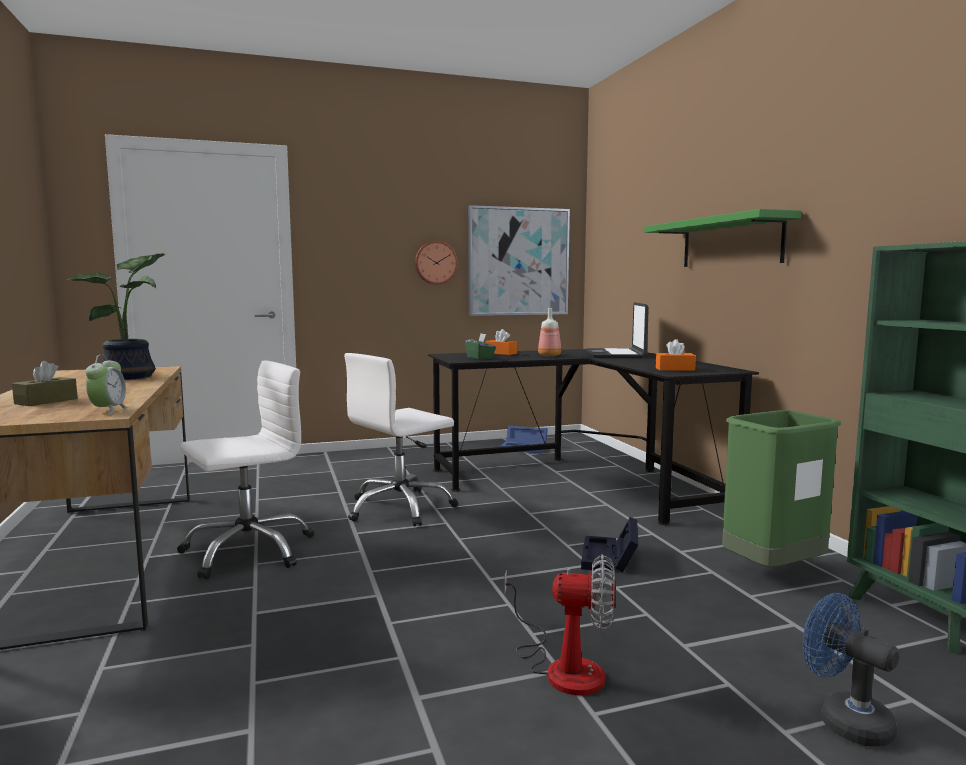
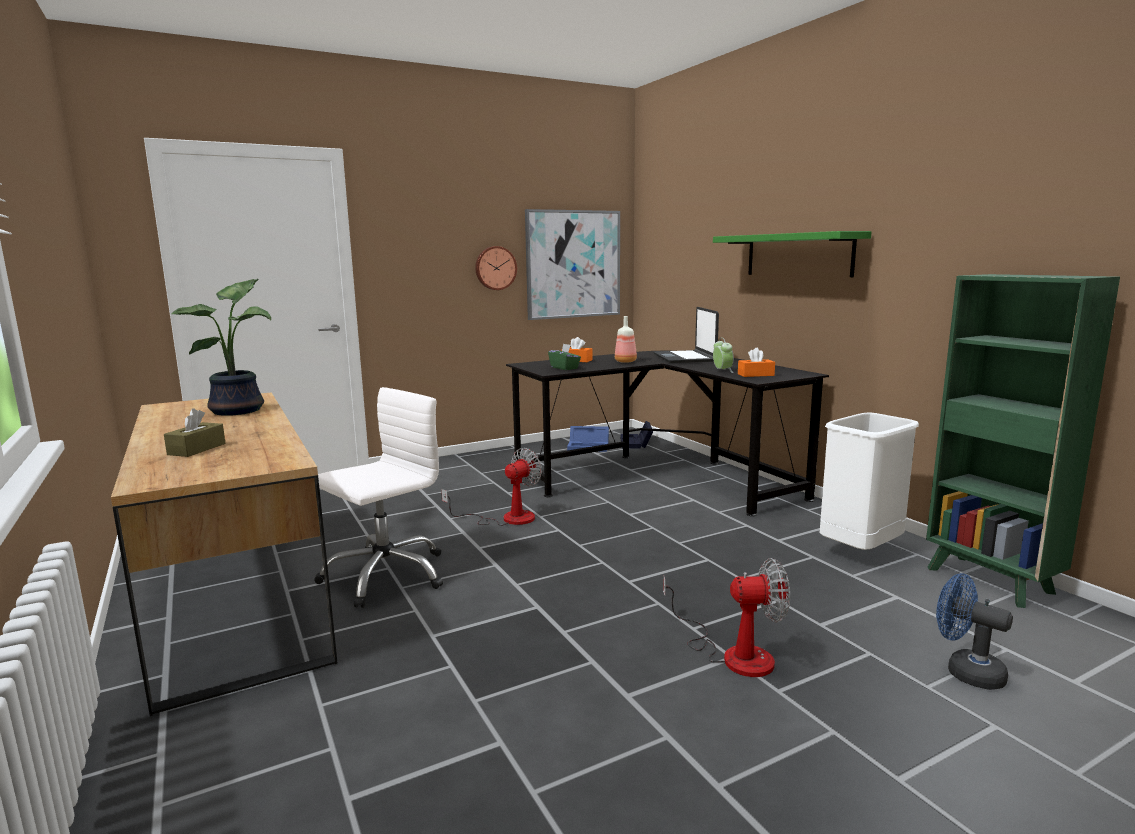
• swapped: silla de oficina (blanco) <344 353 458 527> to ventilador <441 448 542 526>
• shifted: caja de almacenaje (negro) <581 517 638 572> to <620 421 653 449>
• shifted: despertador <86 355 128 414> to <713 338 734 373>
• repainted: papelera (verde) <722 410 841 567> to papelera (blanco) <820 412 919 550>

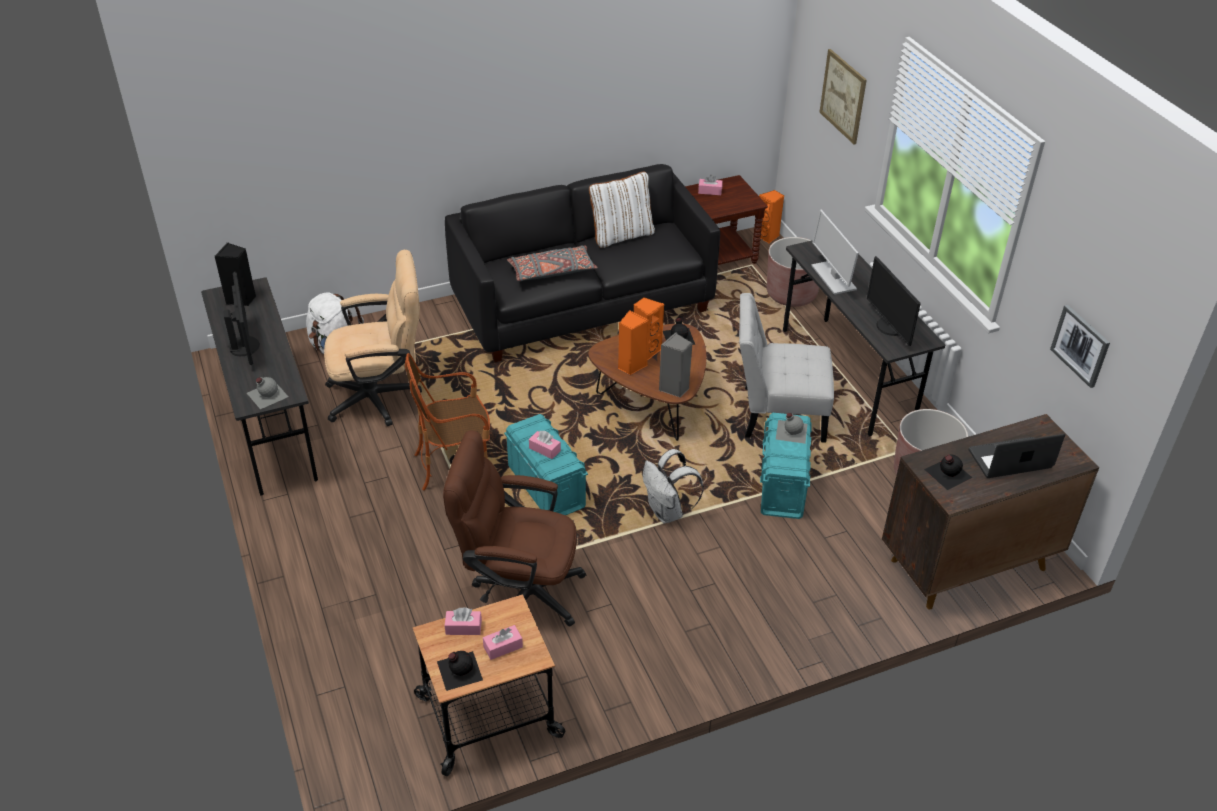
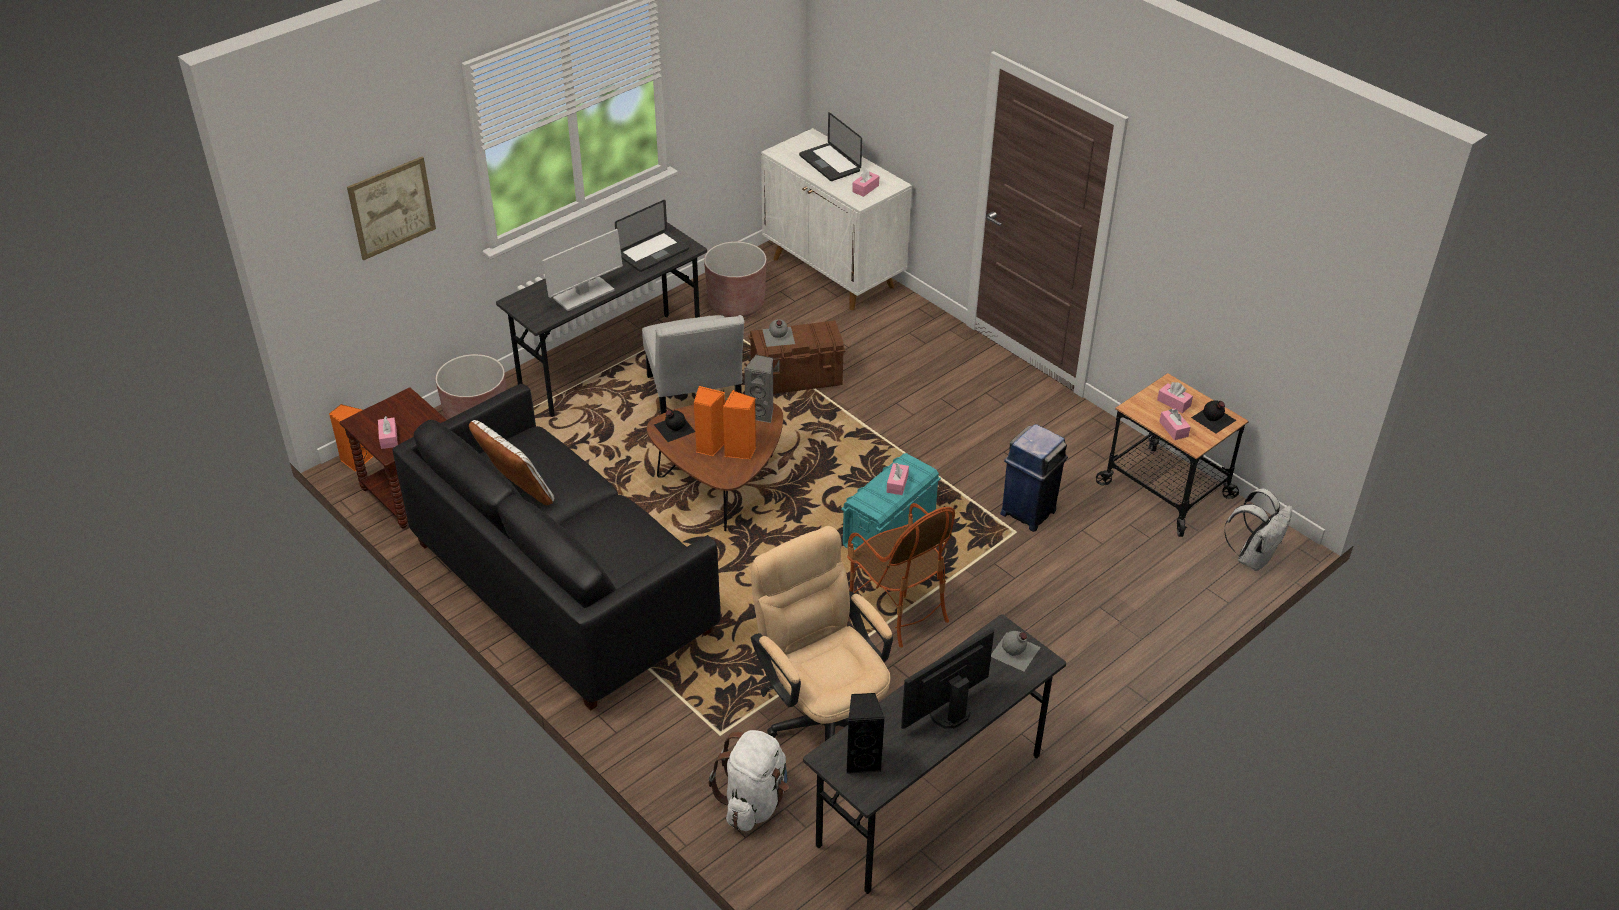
• swapped: monitor <867 256 921 346> to portátil <615 200 689 272>
• repainted: caja de almacenaje (turquesa) <760 413 812 519> to caja de almacenaje (marrón) <748 321 845 394>
• repainted: armario (marrón) <882 414 1099 609> to armario (blanco) <761 128 912 310>
• swapped: botella (negro) <924 454 972 490> to caja de pañuelos (rosa) <852 169 879 197>
• swapped: silla de oficina (marrón) <443 430 586 626> to papelera (azul) <1000 424 1068 532>
• shifted: mochila (blanco) <643 449 704 523> to <1224 489 1293 571>
• gone: cojín (gris) <507 245 598 282>
• gone: cuadro <1050 305 1110 388>

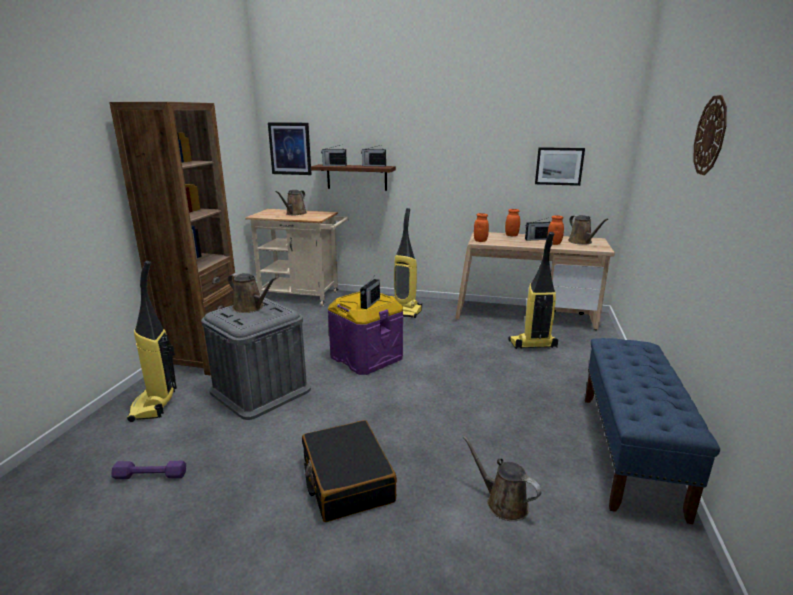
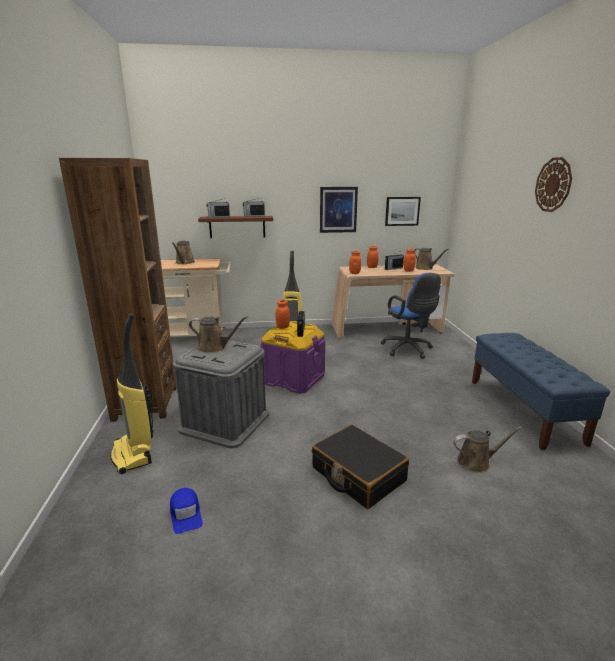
• swapped: mancuerna (morado) <111 461 186 479> to gorra (azul) <170 488 203 534>
• new: tarro (naranja) <275 300 290 329>
• shifted: cuadro <268 122 312 175> to <320 187 358 233>
• swapped: aspiradora <508 232 558 349> to silla de oficina (azul) <380 273 441 359>
• rotated: regadera (marrón) <463 436 541 521> = <453 426 522 473> 150 degrees clockwise

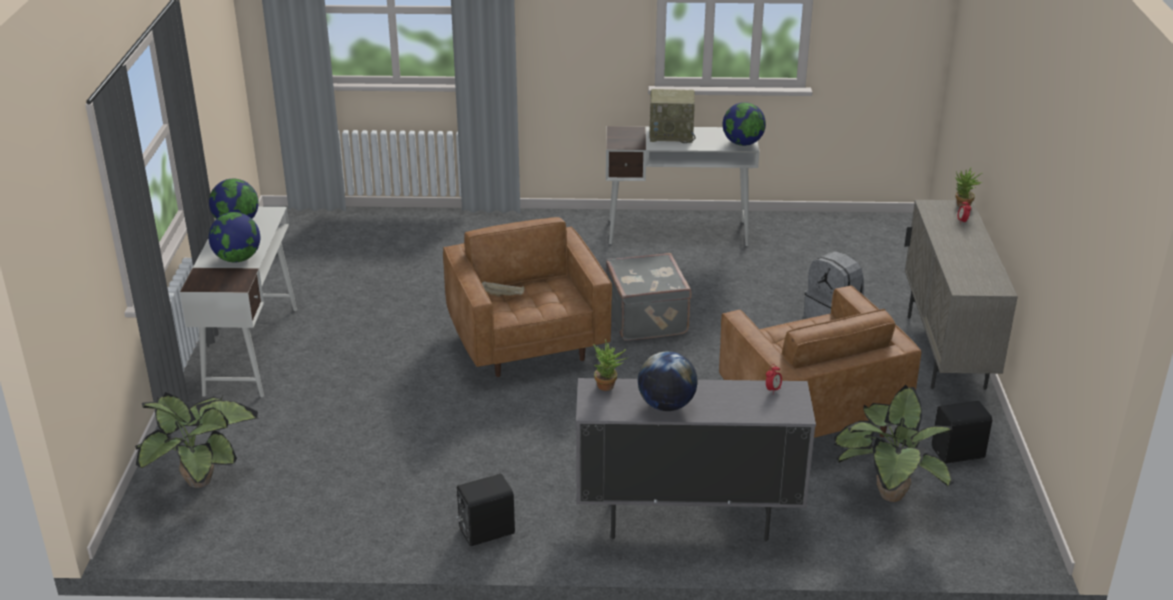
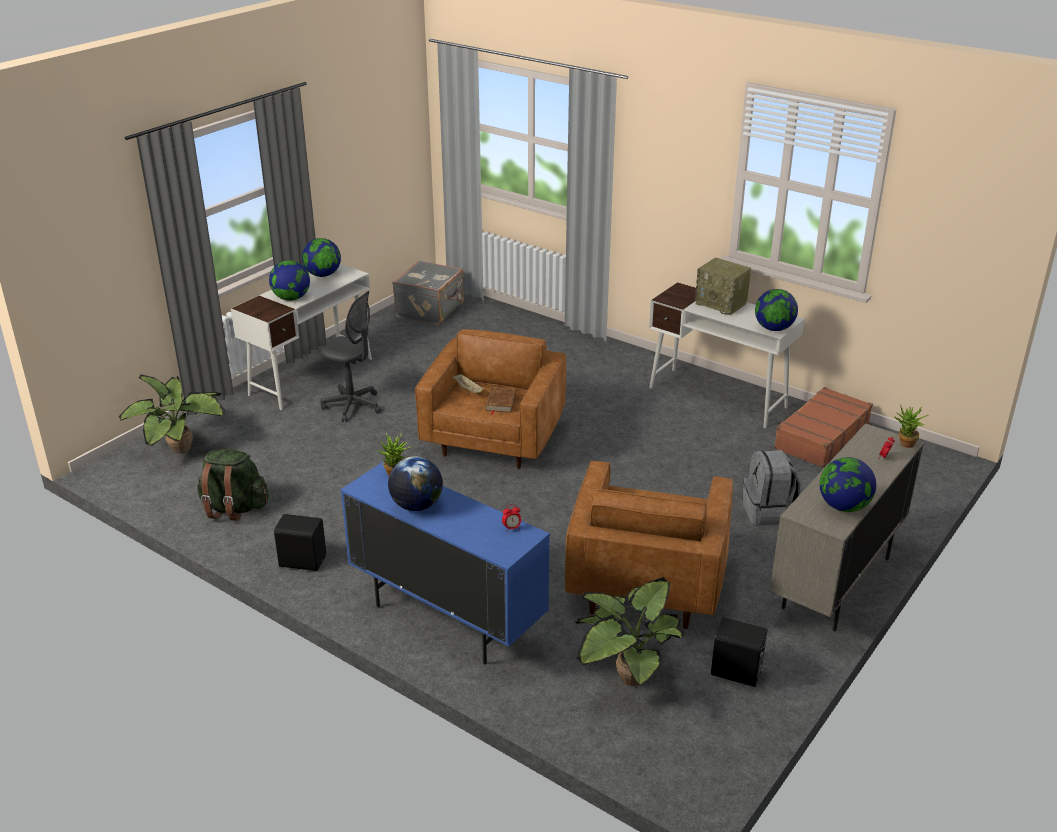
• new: mochila (verde) <197 449 269 521>
• new: silla de oficina (gris) <320 291 381 422>
• repainted: armario (gris) <576 378 816 541> to armario (azul) <341 460 550 664>
• shifted: maleta (gris) <606 253 691 341> to <392 260 464 325>
• new: libro (marrón) <486 387 516 415>
• new: maleta (marrón) <774 387 873 468>
• new: globo terráqueo <820 457 876 512>

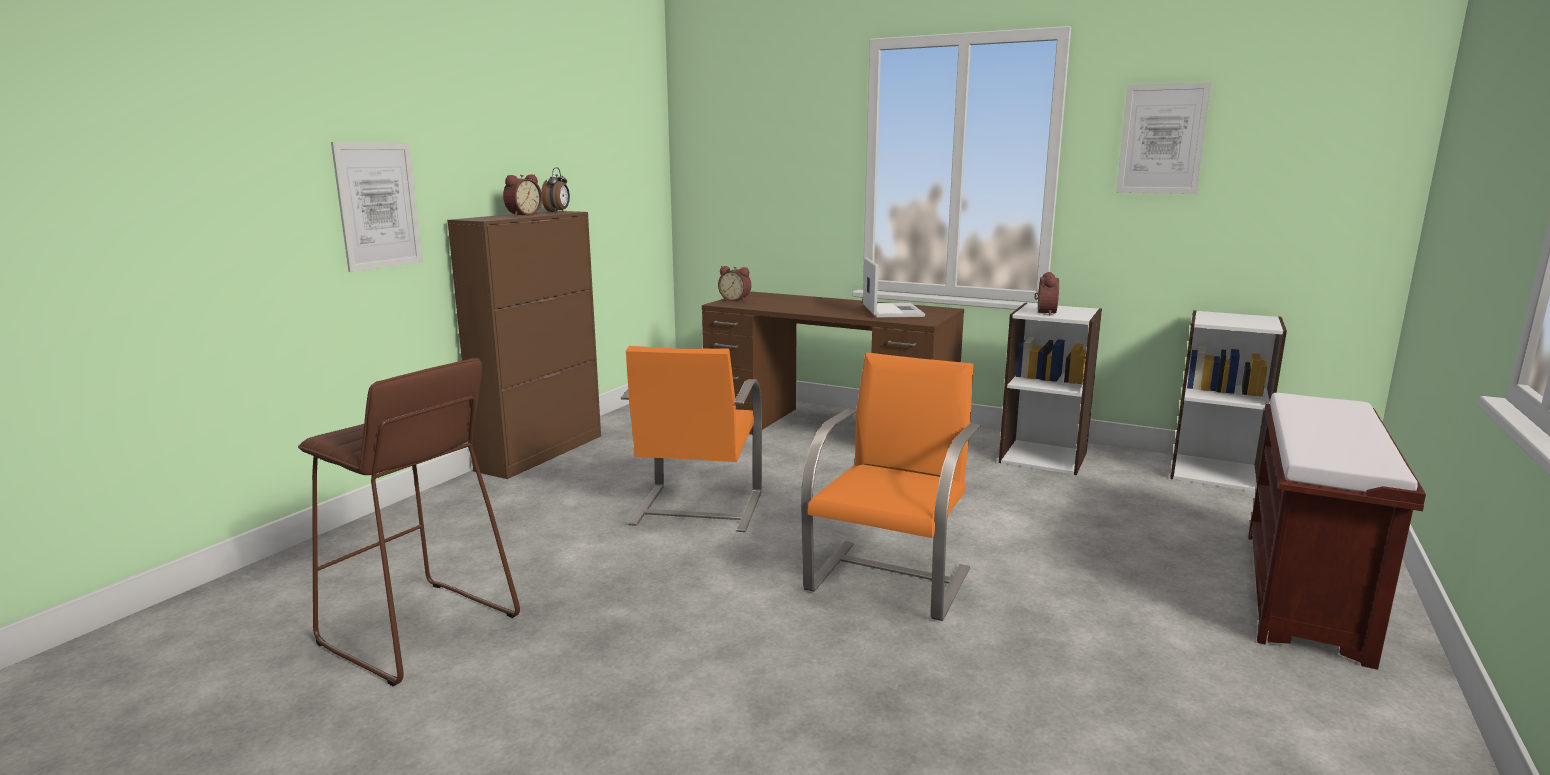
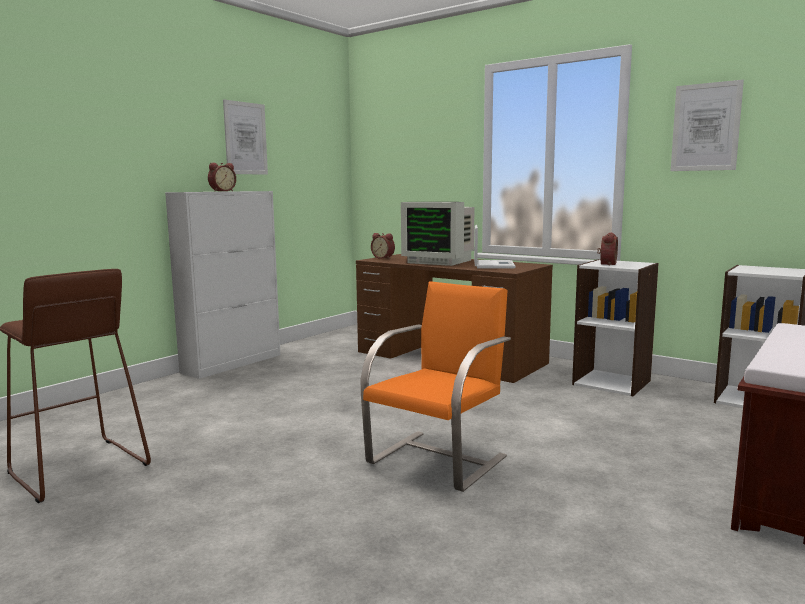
• repainted: armario (marrón) <447 211 601 479> to armario (blanco) <165 191 280 379>
• shifted: cuadro <331 142 423 272> to <223 100 268 175>
• new: monitor <401 202 474 266>
• gone: despertador <541 168 570 212>
• gone: silla (naranja) <621 346 762 532>

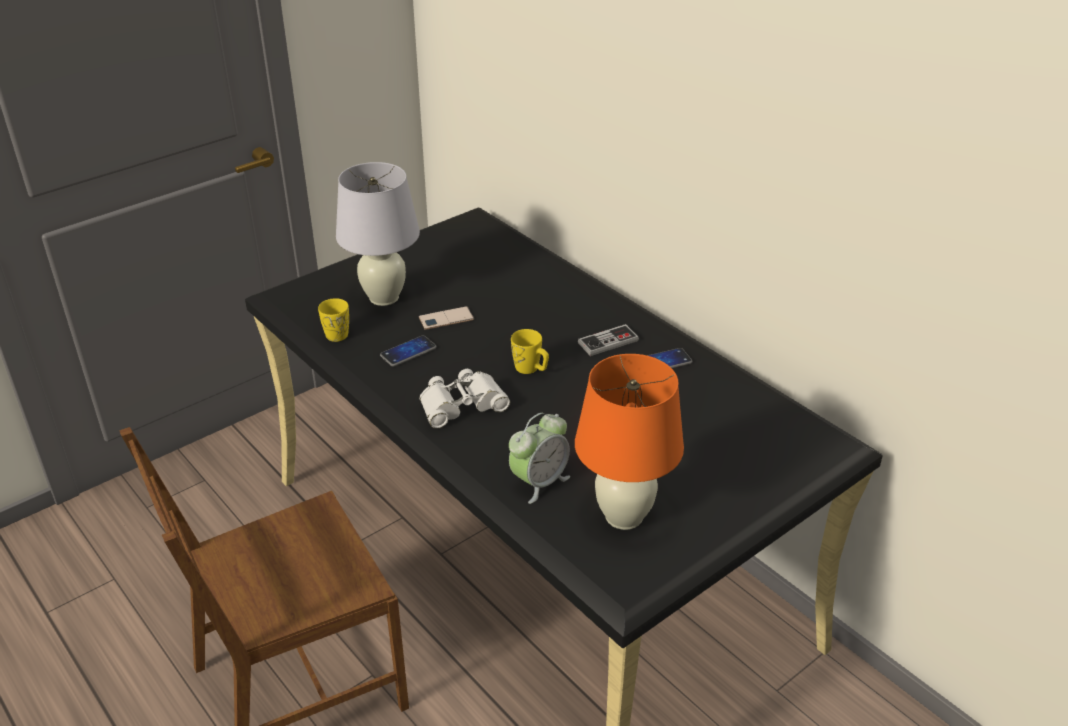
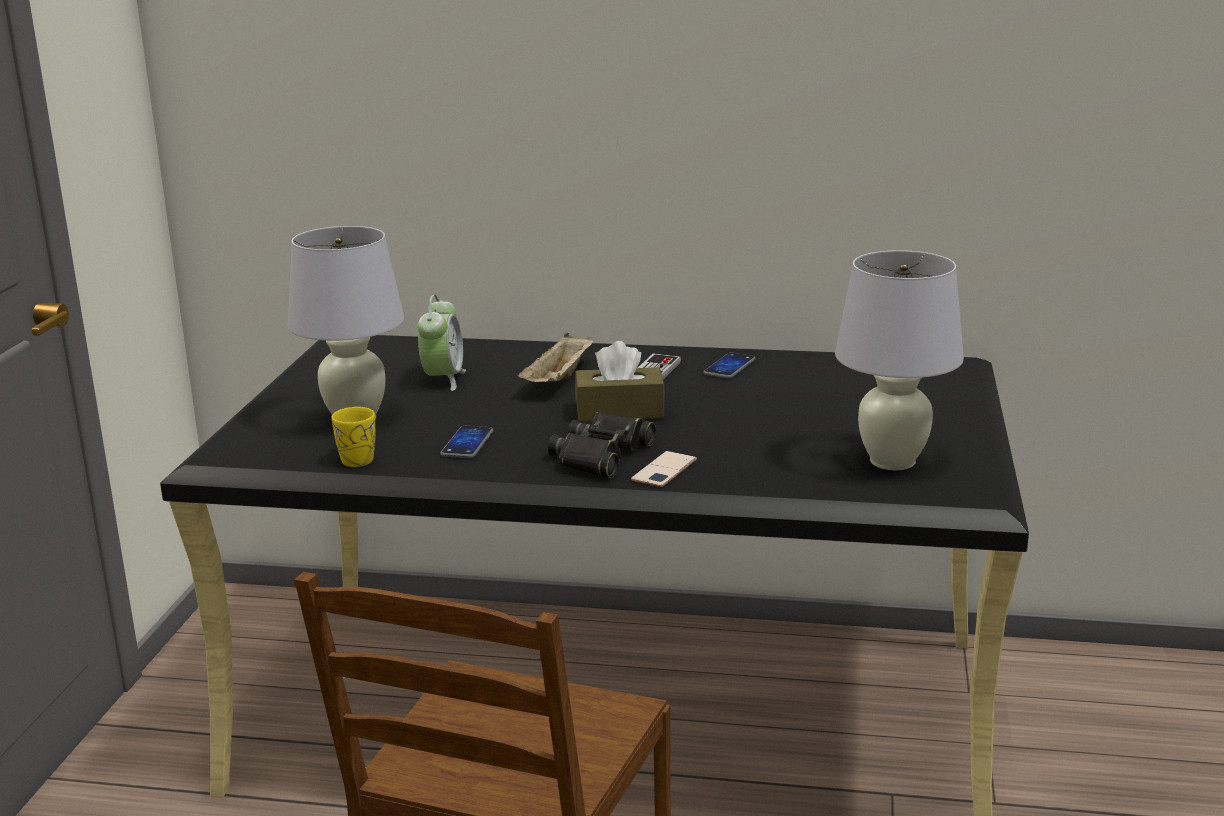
• shifted: despertador <509 413 570 504> to <418 295 466 391>
• new: bandeja (beis) <518 333 594 382>
• repainted: prismáticos (blanco) <419 369 510 429> to prismáticos (negro) <548 412 656 478>
• swapped: taza grande (amarillo) <511 329 549 374> to caja de pañuelos (marrón) <575 341 665 422>
• shifted: móvil <419 306 474 330> to <631 451 697 487>
• repainted: lámpara de mesa (naranja) <575 354 684 530> to lámpara de mesa (blanco) <835 250 964 470>

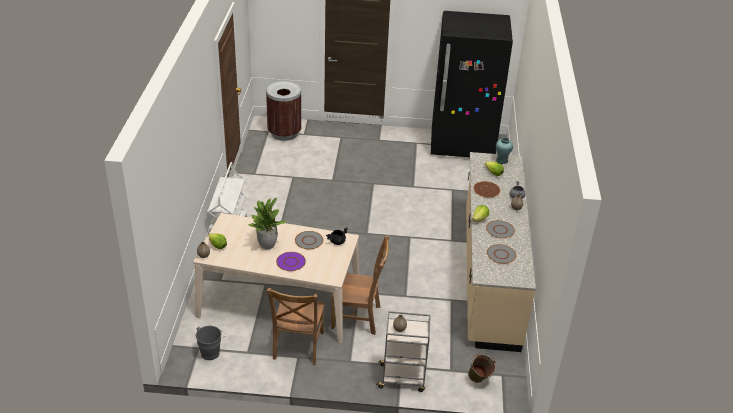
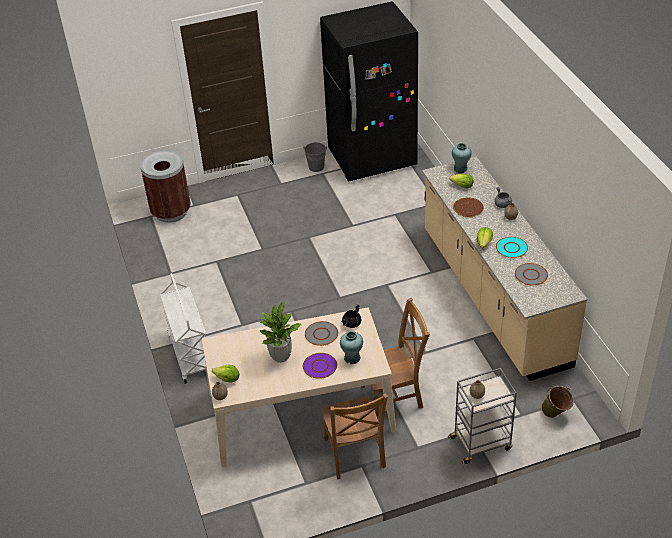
• shifted: cubo (gris) <196 326 226 360> to <303 142 327 172>
• new: florero (turquesa) <340 331 363 364>
• repainted: plato (gris) <486 220 515 238> to plato (turquesa) <496 237 528 258>

